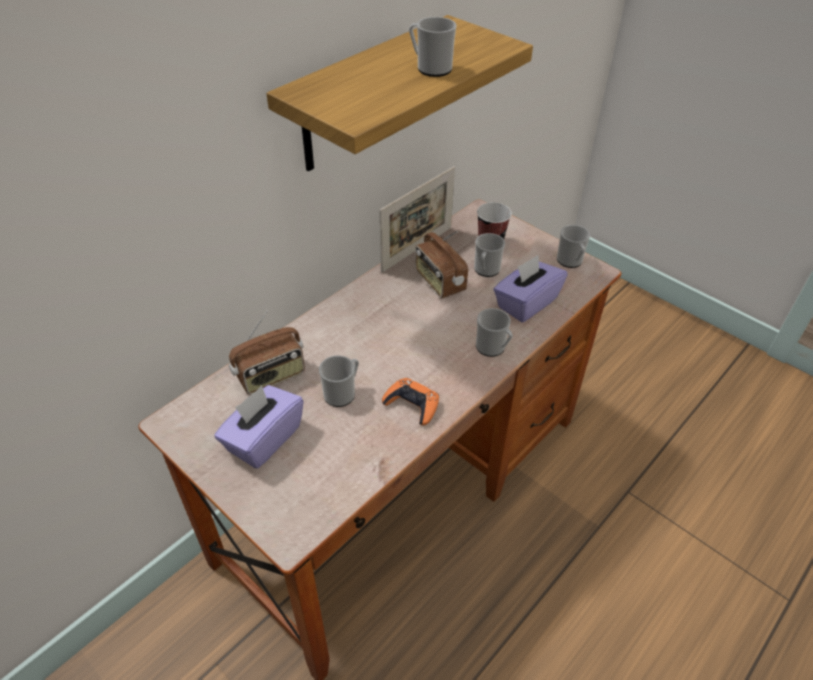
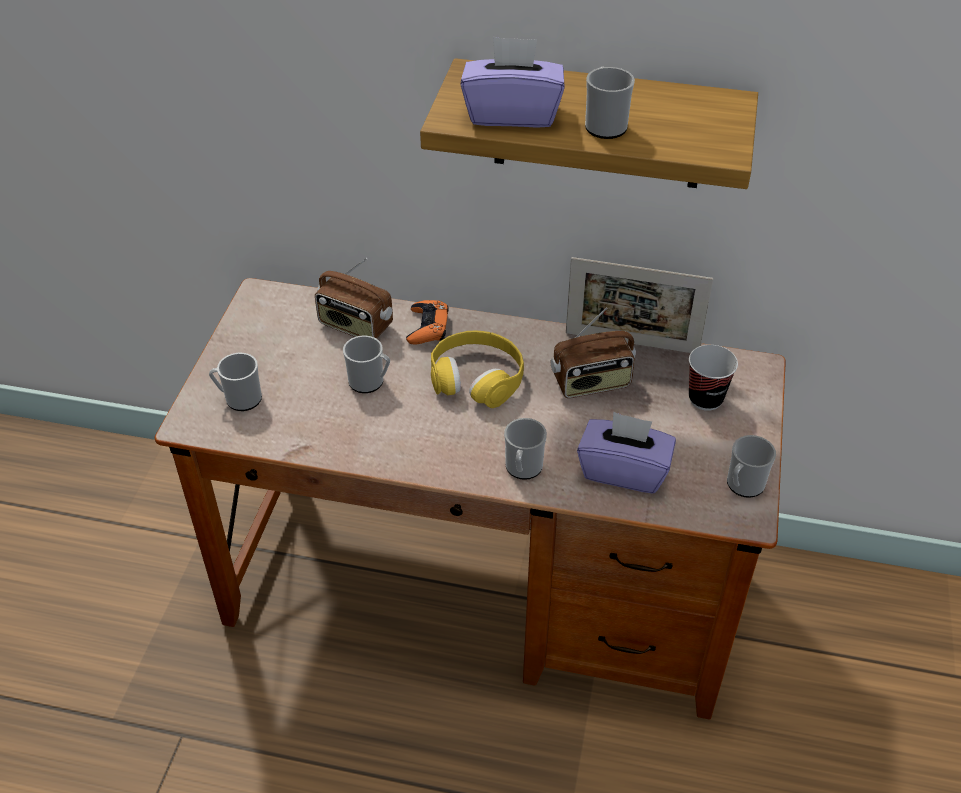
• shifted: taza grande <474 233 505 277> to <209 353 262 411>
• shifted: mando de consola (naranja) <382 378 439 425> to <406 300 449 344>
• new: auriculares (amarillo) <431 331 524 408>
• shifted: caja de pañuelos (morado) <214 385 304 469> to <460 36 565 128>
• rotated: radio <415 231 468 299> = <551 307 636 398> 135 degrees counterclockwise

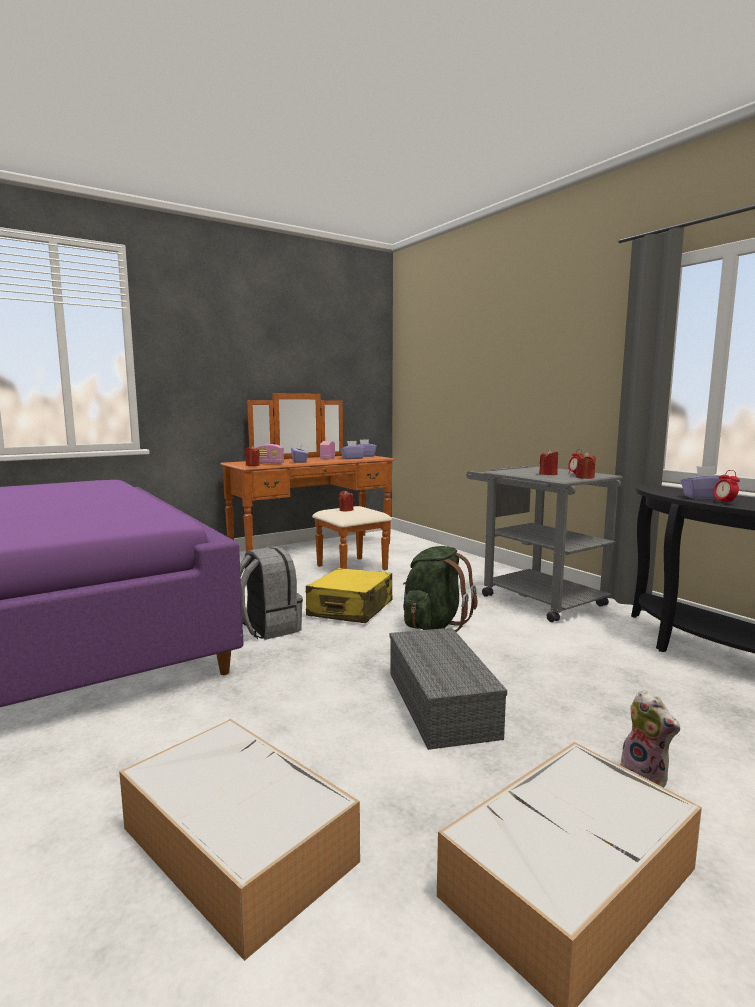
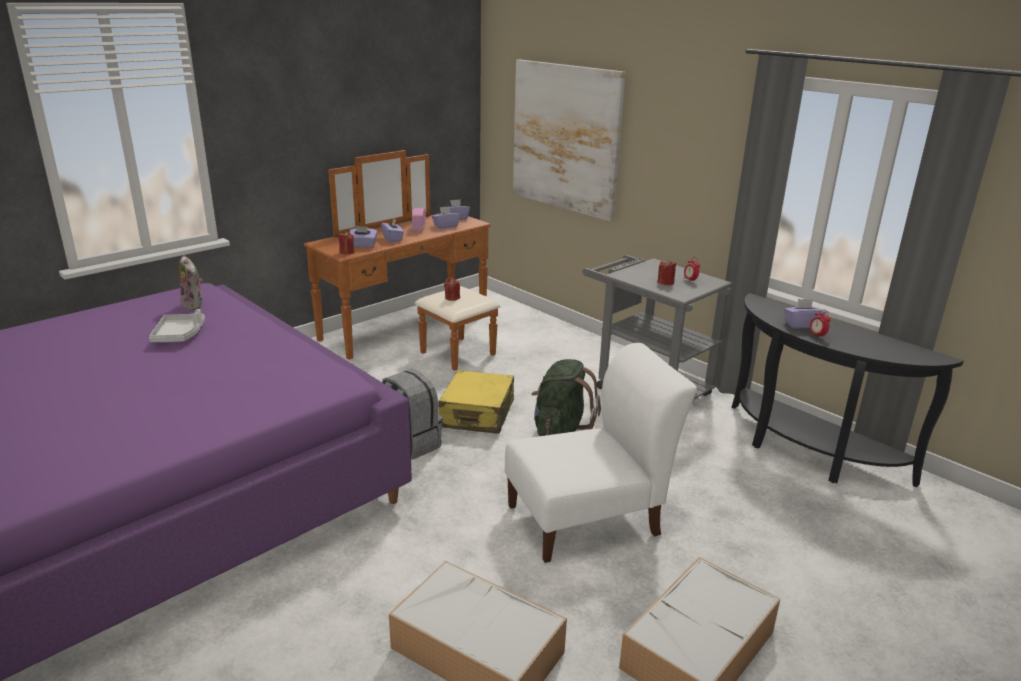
• new: bandeja (gris) <149 309 205 342>
• shifted: peluche <618 690 680 787> to <179 256 203 310>
• swapped: radio <256 444 284 464> to caja de pañuelos (morado) <349 226 378 248>
• swapped: caja de almacenaje (gris) <389 628 507 750> to silla (blanco) <505 343 697 563>
• new: cuadro <513 59 626 221>
• gone: vela (rojo) <576 451 596 479>

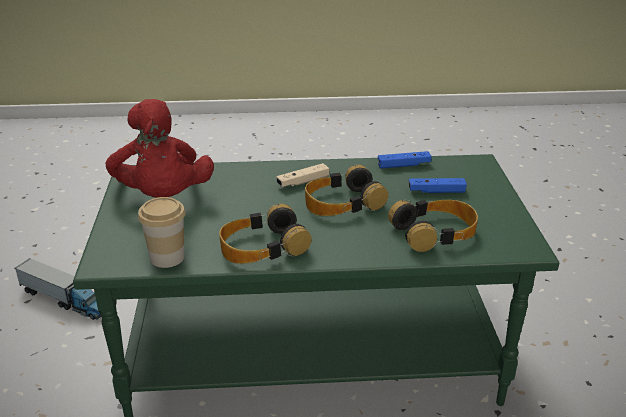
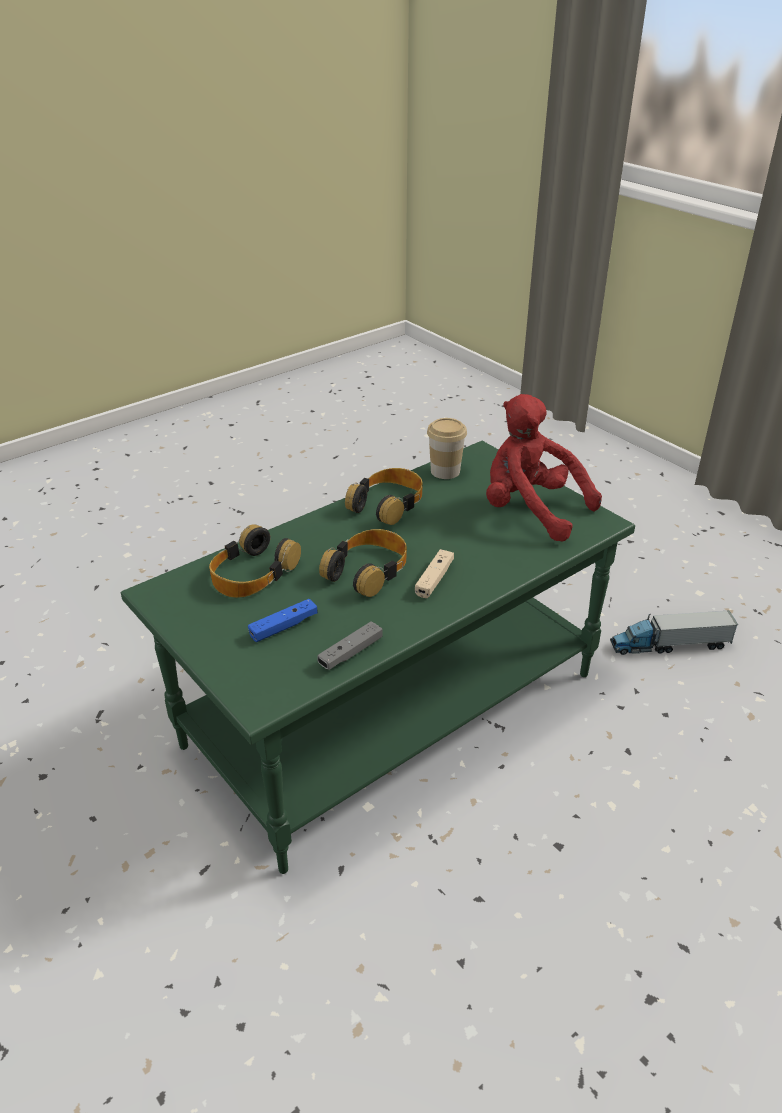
• repainted: mando de consola (azul) <378 151 432 169> to mando de consola (gris) <317 621 383 670>

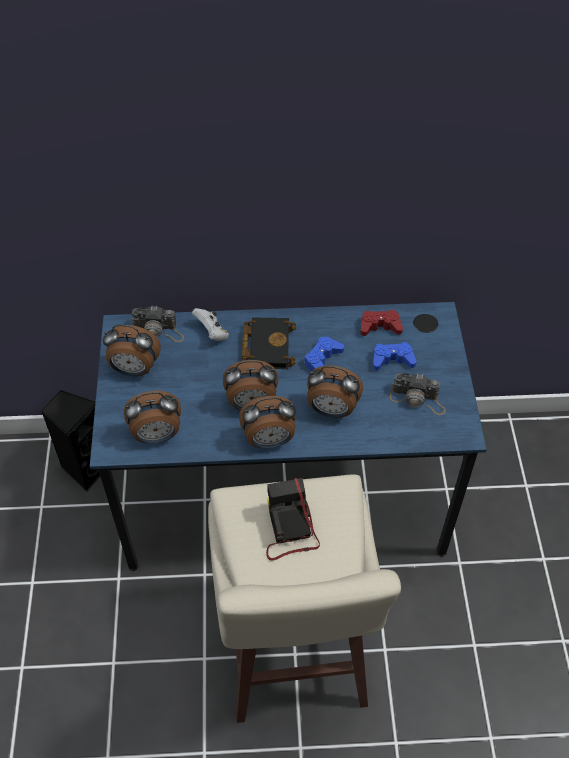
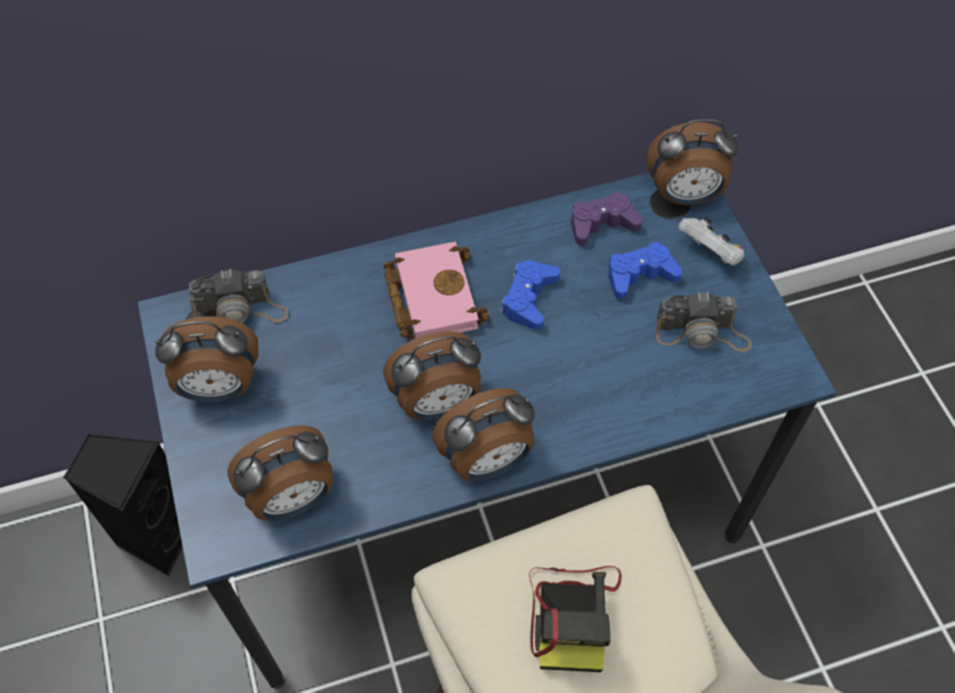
• repainted: libro (negro) <241 318 296 369> to libro (rosa) <383 242 489 339>
• rotated: cámara <266 478 320 560> = <529 566 622 672> 150 degrees counterclockwise
• repainted: mando de consola (rojo) <360 310 403 336> to mando de consola (morado) <571 192 642 245>
• shifted: despertador <307 365 363 418> to <647 119 738 205>
• shifted: mando de consola (blanco) <192 308 229 341> to <678 217 744 266>

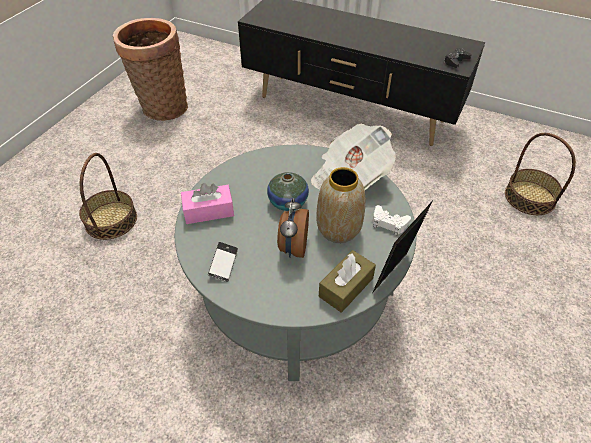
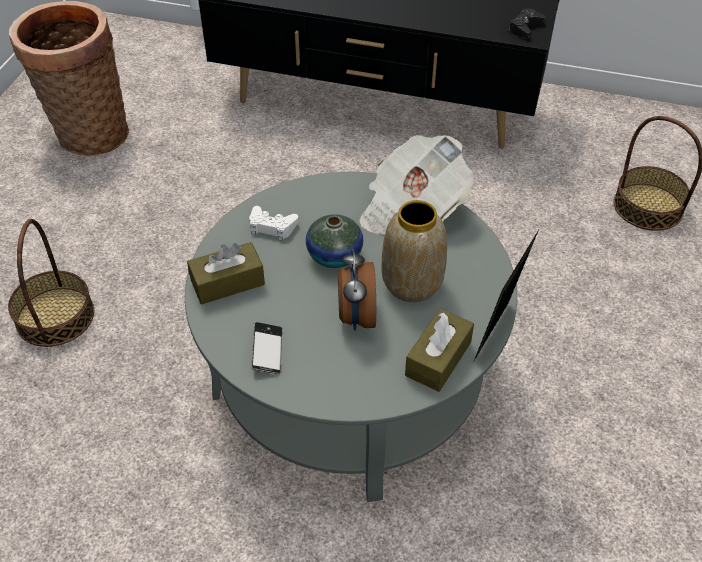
• repainted: caja de pañuelos (rosa) <181 183 234 224> to caja de pañuelos (marrón) <187 242 265 305>
• shifted: mando de consola (blanco) <372 205 411 235> to <249 206 299 241>

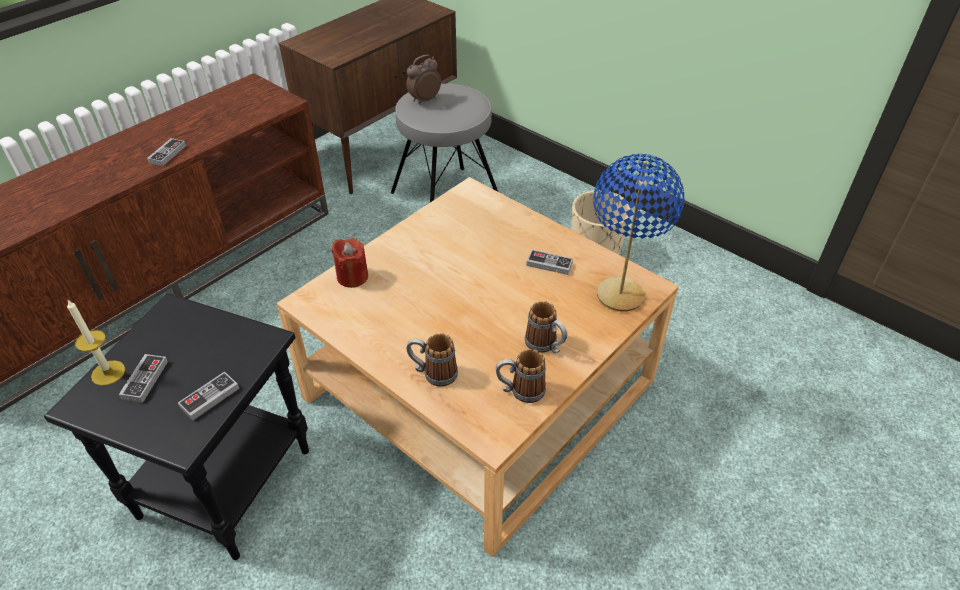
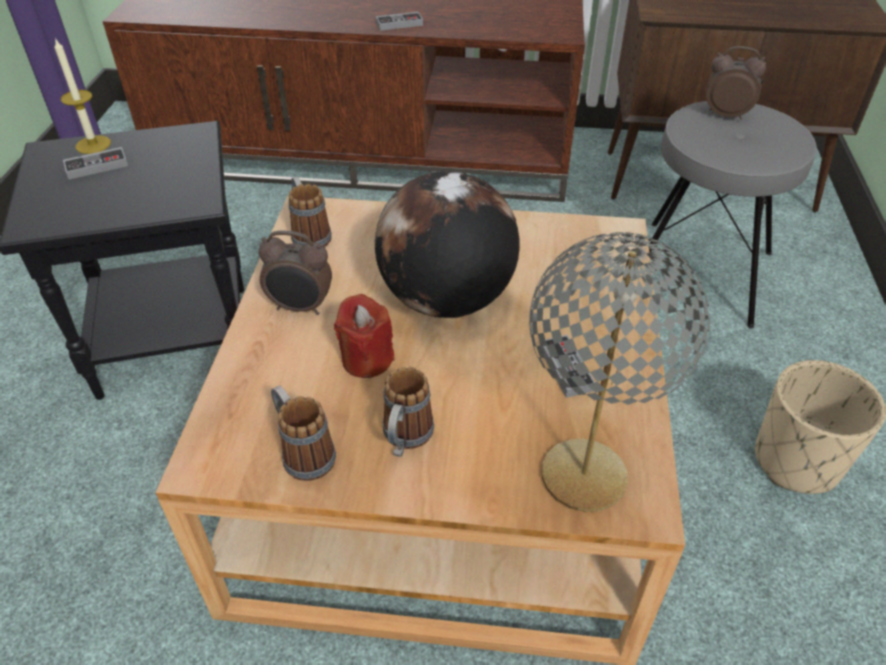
• new: despertador <258 230 332 315>
• shifted: taza grande <407 333 458 387> to <288 176 332 247>
• shifted: vela (rojo) <332 238 368 288> to <334 294 395 378>
• new: globo terráqueo <375 171 520 318>
• repainted: lámpara de mesa (azul) <593 154 685 311> to lámpara de mesa (gris) <529 232 710 512>
• gone: mando de consola <178 372 240 420>

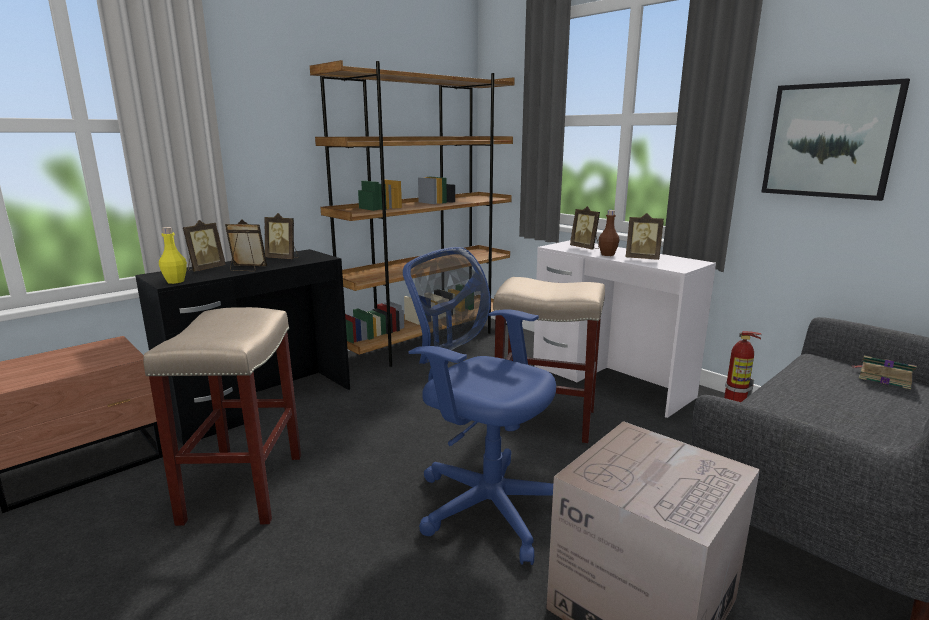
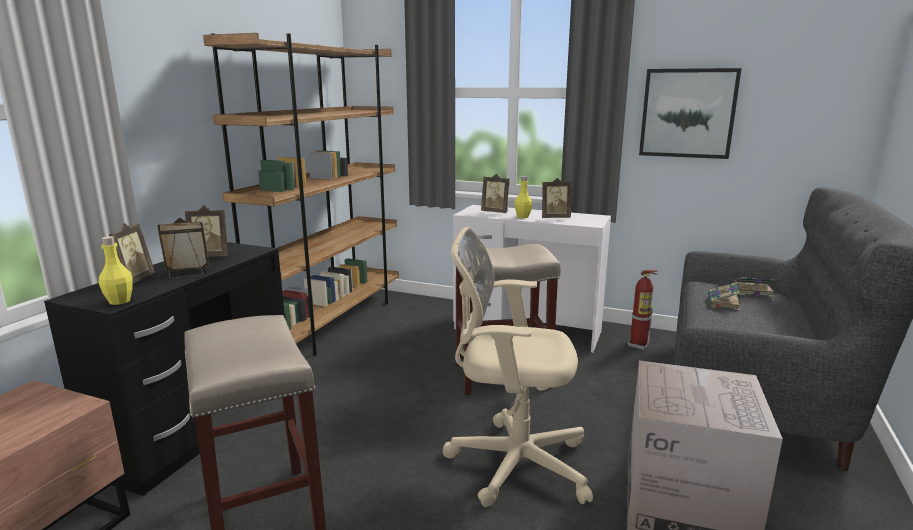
• repainted: silla de oficina (azul) <403 247 556 565> to silla de oficina (beis) <442 227 593 507>
• repainted: botella (marrón) <599 210 619 256> to botella (amarillo) <514 176 532 218>
• new: libro <708 282 741 311>

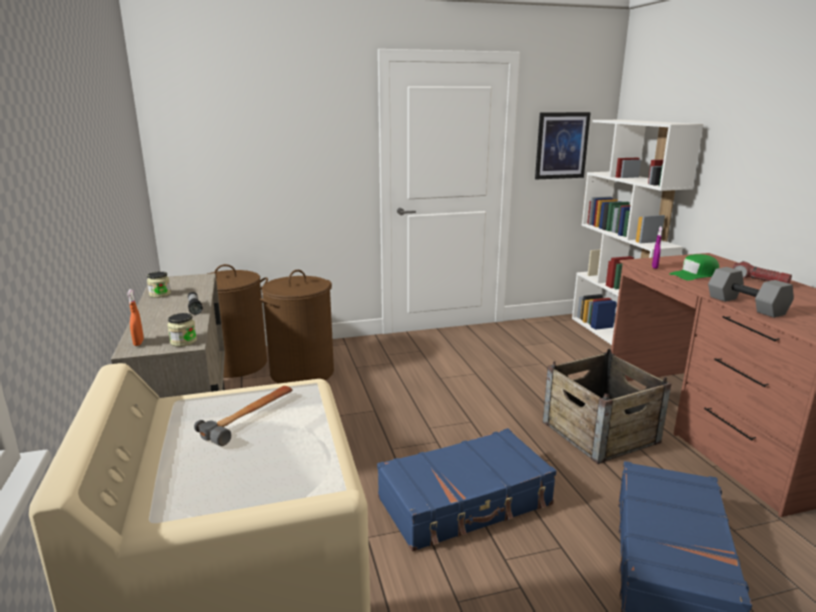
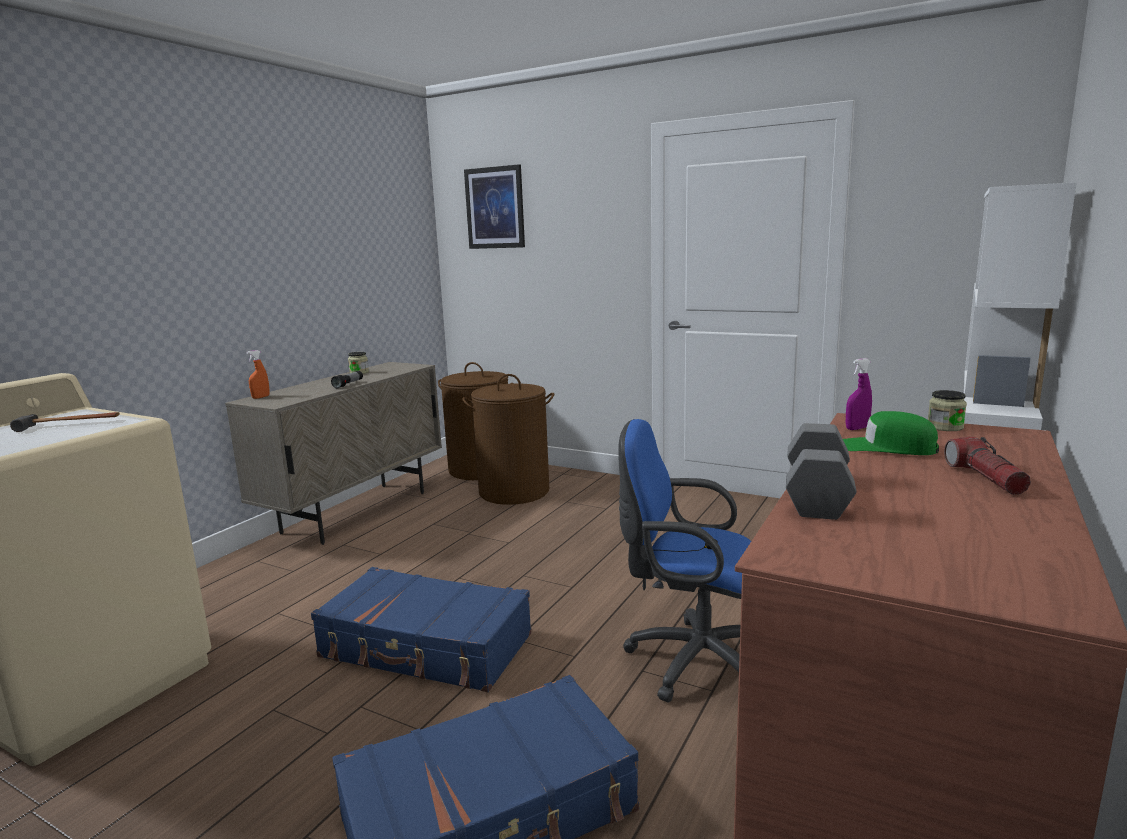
• shifted: cuadro <535 112 591 179> to <464 164 525 249>
• swapped: caja de embalaje <543 349 671 464> to silla de oficina (azul) <618 419 751 703>
• shifted: tarro <167 313 197 347> to <928 390 967 431>

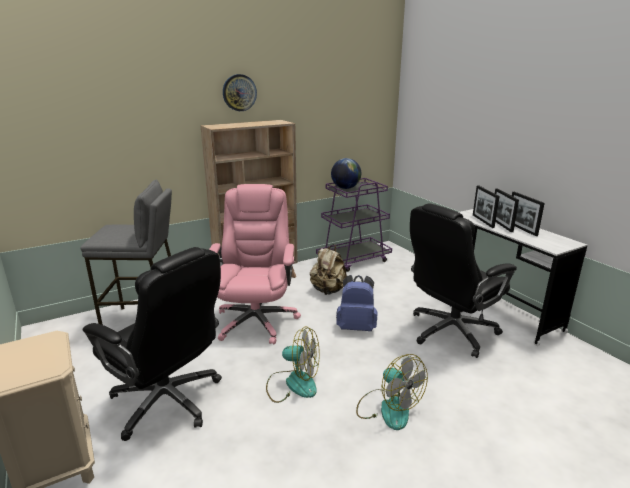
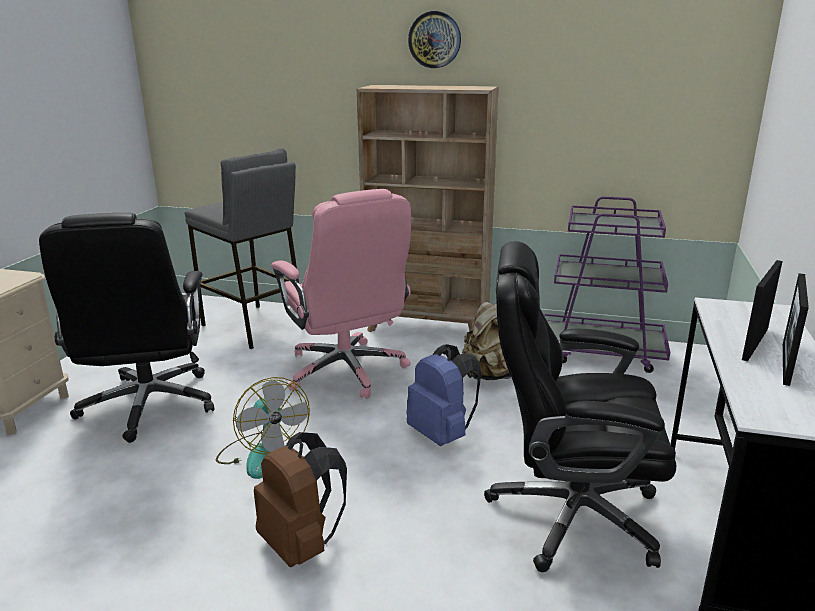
• swapped: ventilador <356 354 428 430> to mochila (marrón) <254 432 347 567>
• rotated: silla de oficina (rosa) <209 184 301 344> = <271 189 411 399> 105 degrees clockwise
• gone: globo terráqueo <331 158 361 189>
• gone: portarretratos <473 185 500 228>

